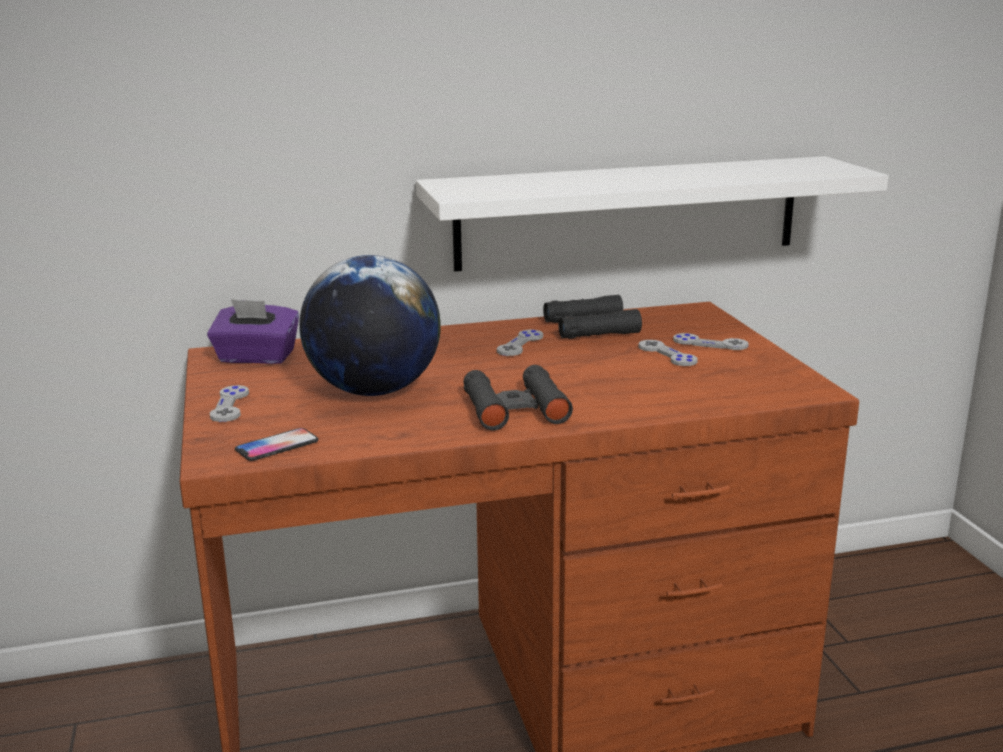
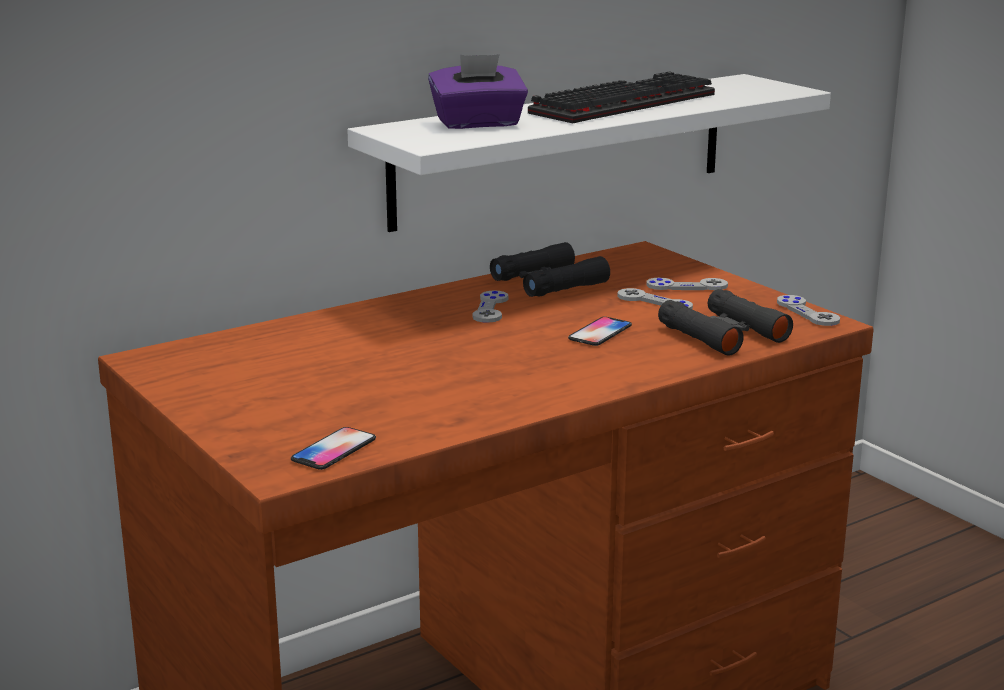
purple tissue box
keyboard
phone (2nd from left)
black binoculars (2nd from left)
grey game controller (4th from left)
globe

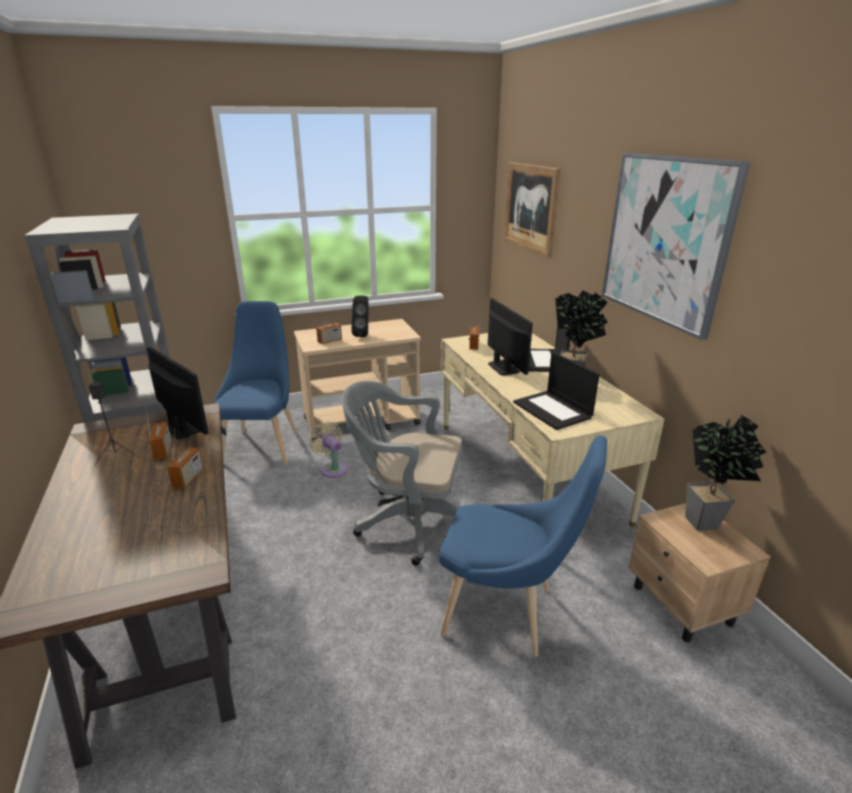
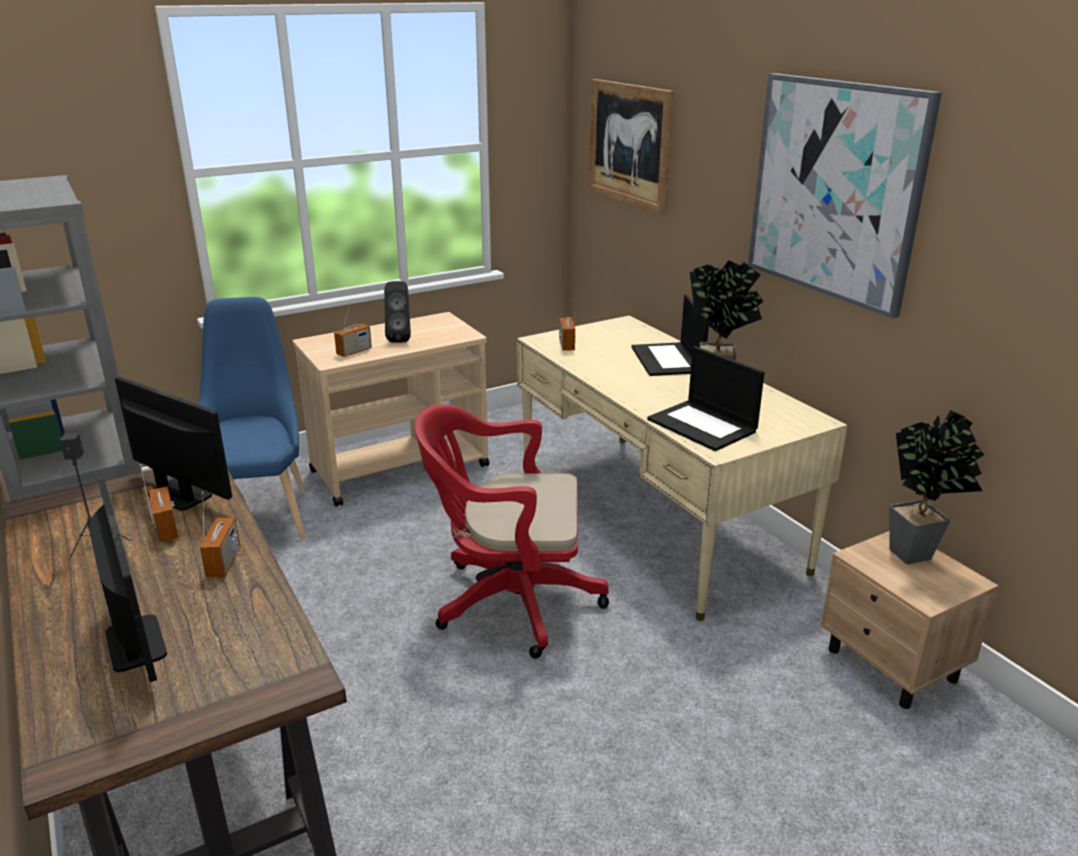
monitor (1st from left)
red office chair
beige fan
blue chair (2nd from left in the first image)

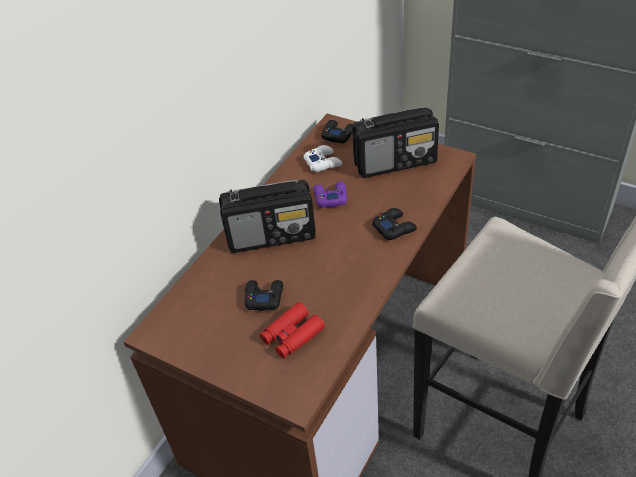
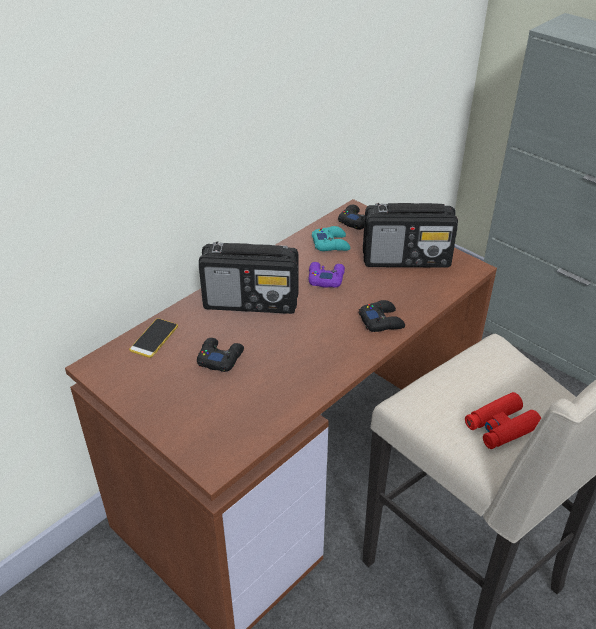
phone
turquoise game controller
red binoculars

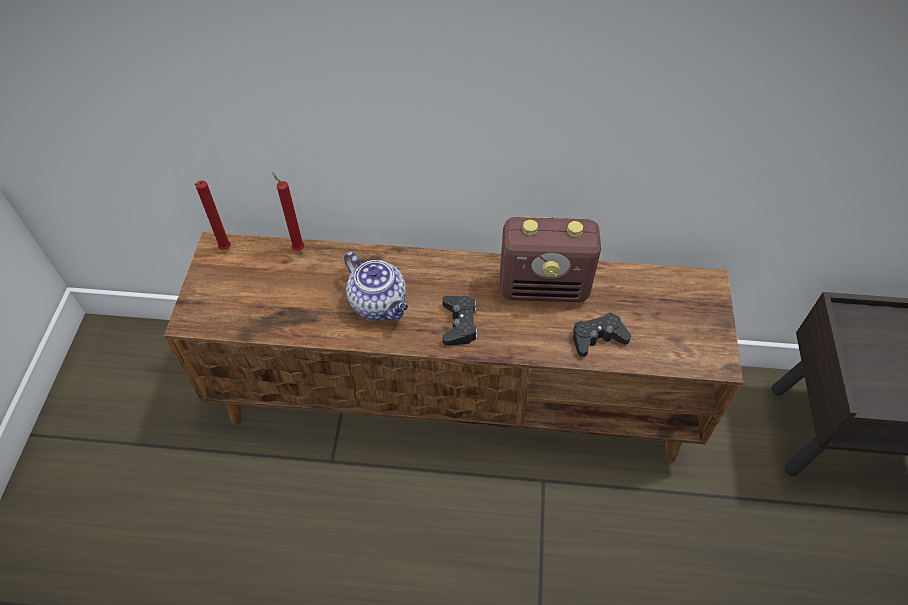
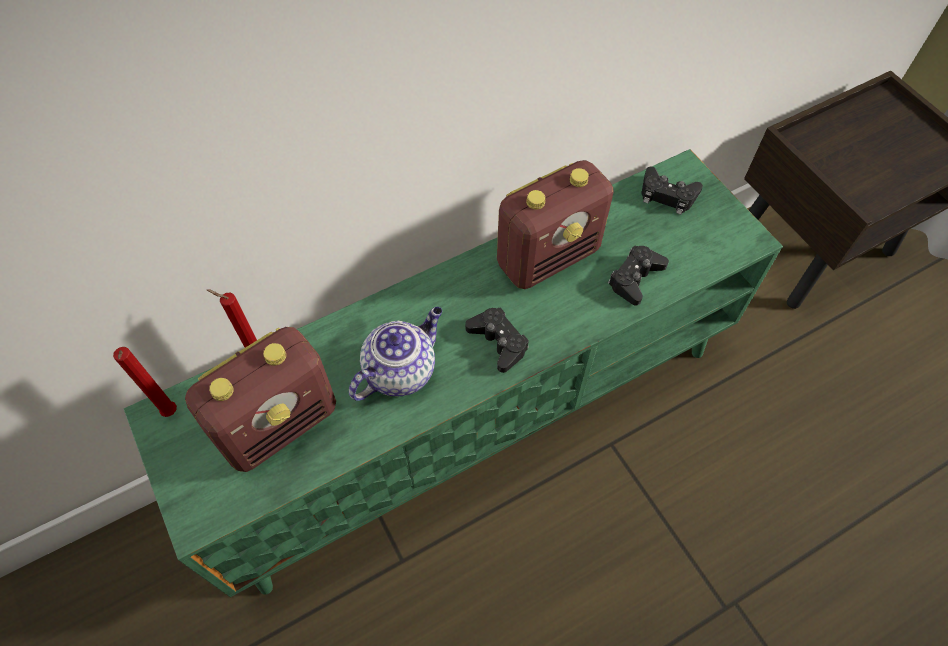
green tv stand
radio (1st from left)
teapot
black game controller (3rd from left)

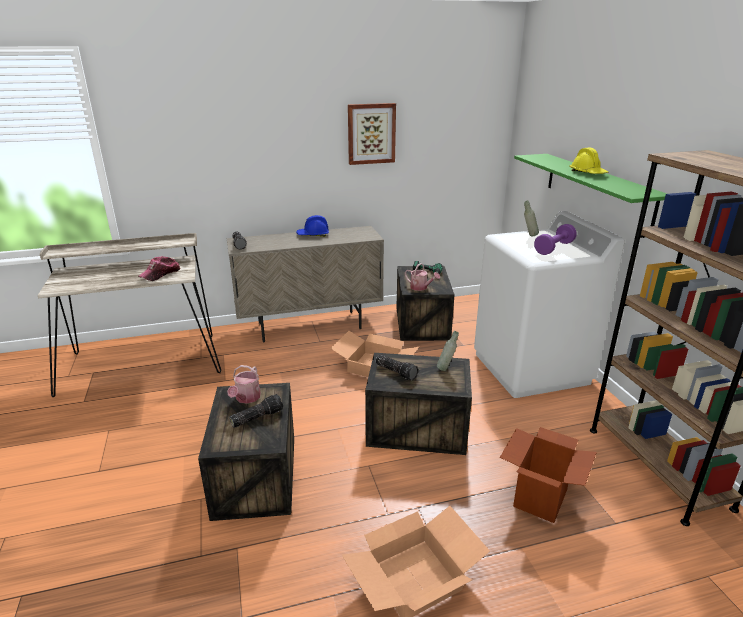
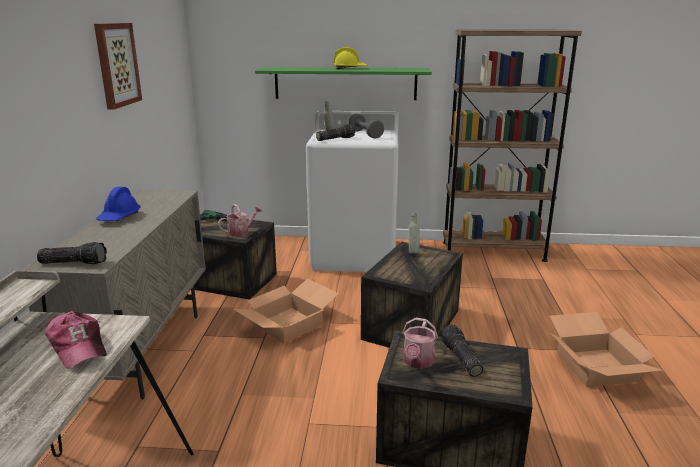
flashlight (2nd from left)
grey dumbbell
watering can (2nd from left)
cardboard box (3rd from left in the first image)

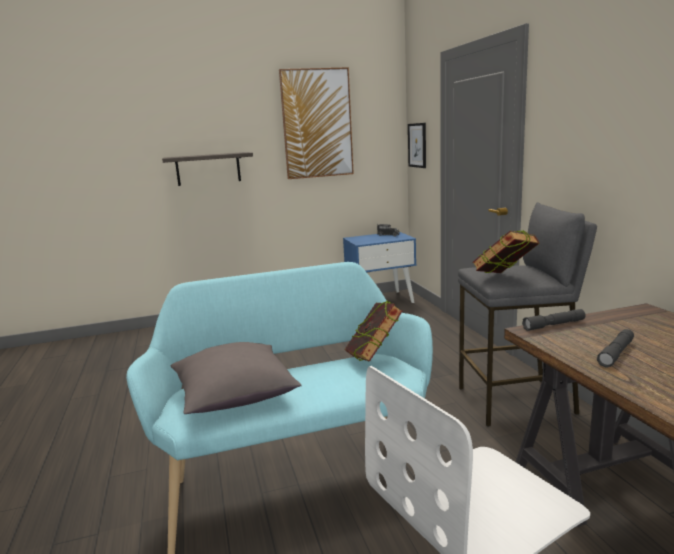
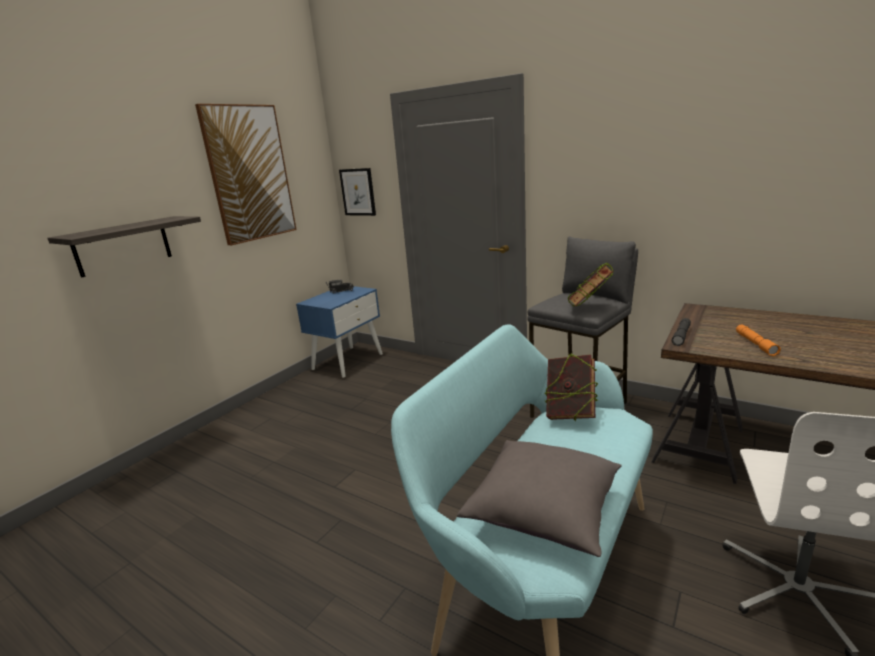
orange flashlight

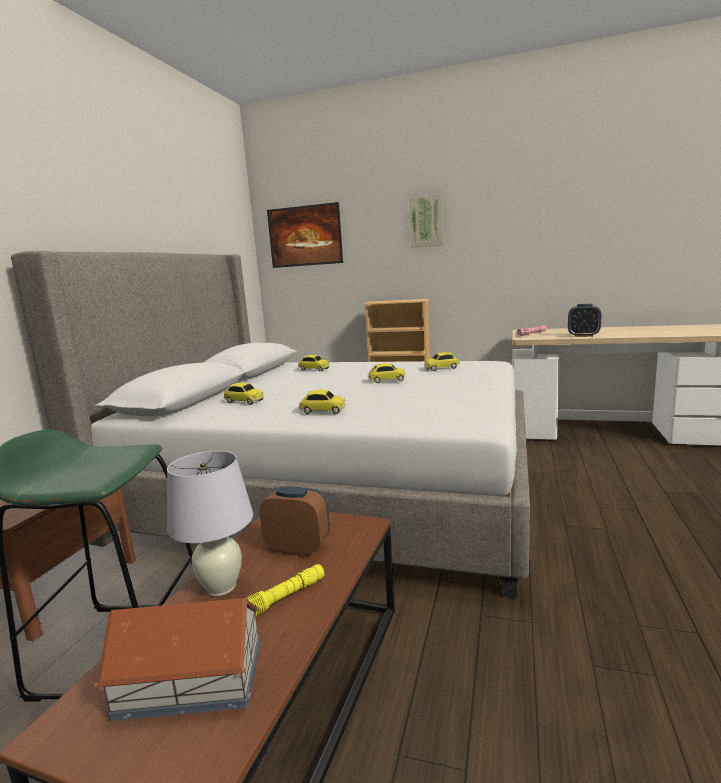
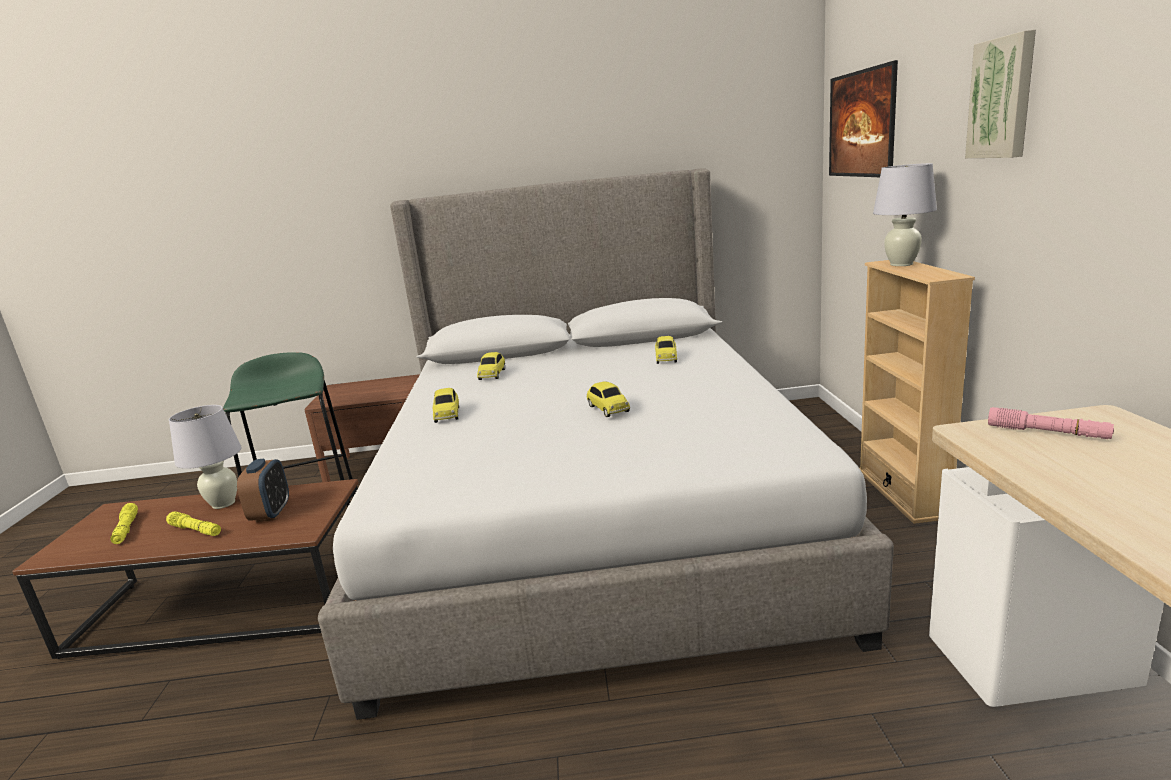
yellow flashlight (1st from left)
white table lamp (2nd from left)
toy car (5th from left in the first image)
alarm clock (2nd from left in the first image)

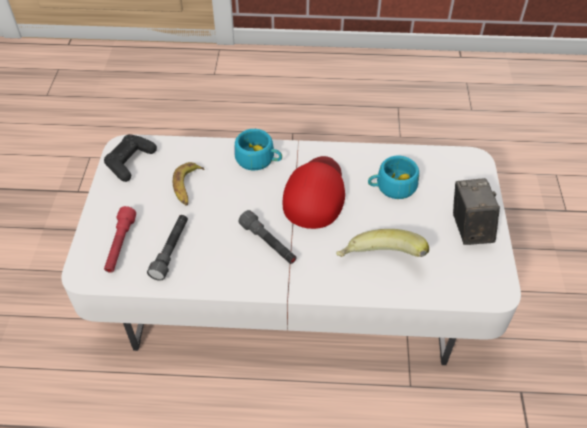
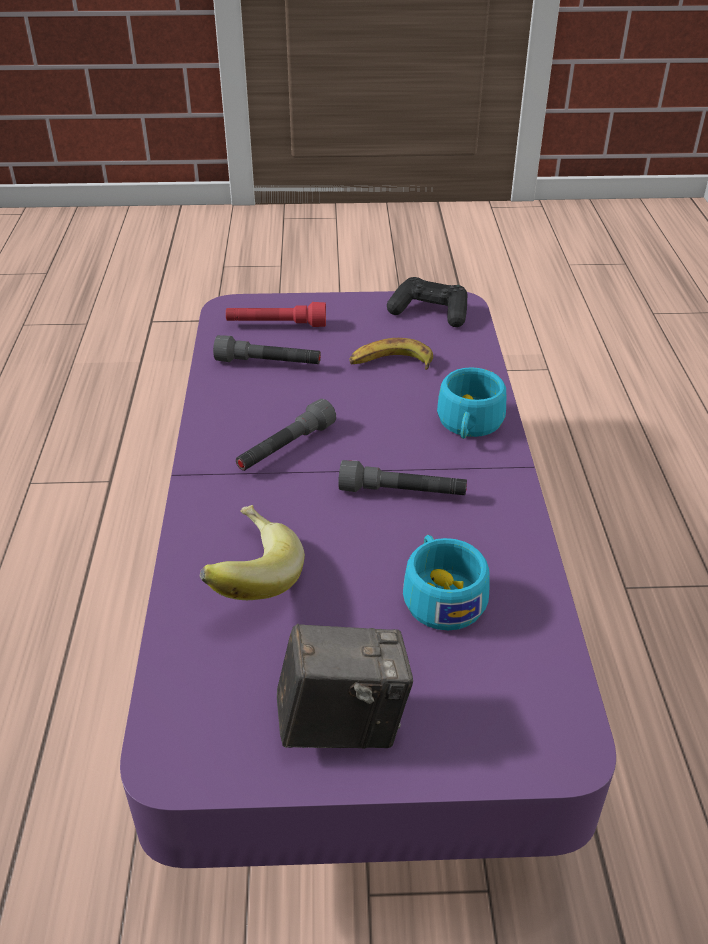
purple coffee table
grey flashlight (3rd from left)

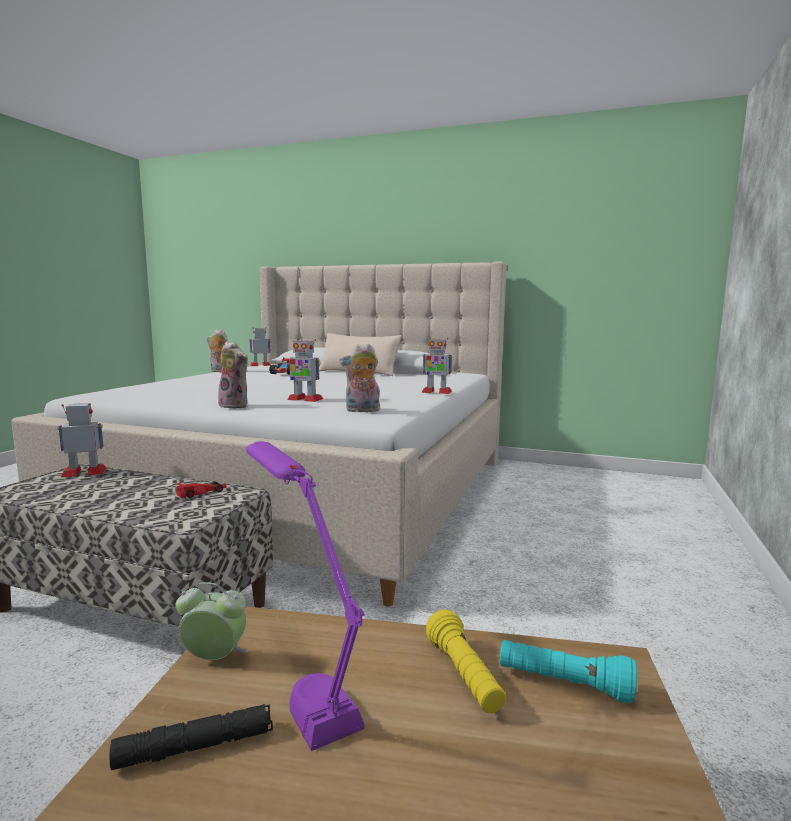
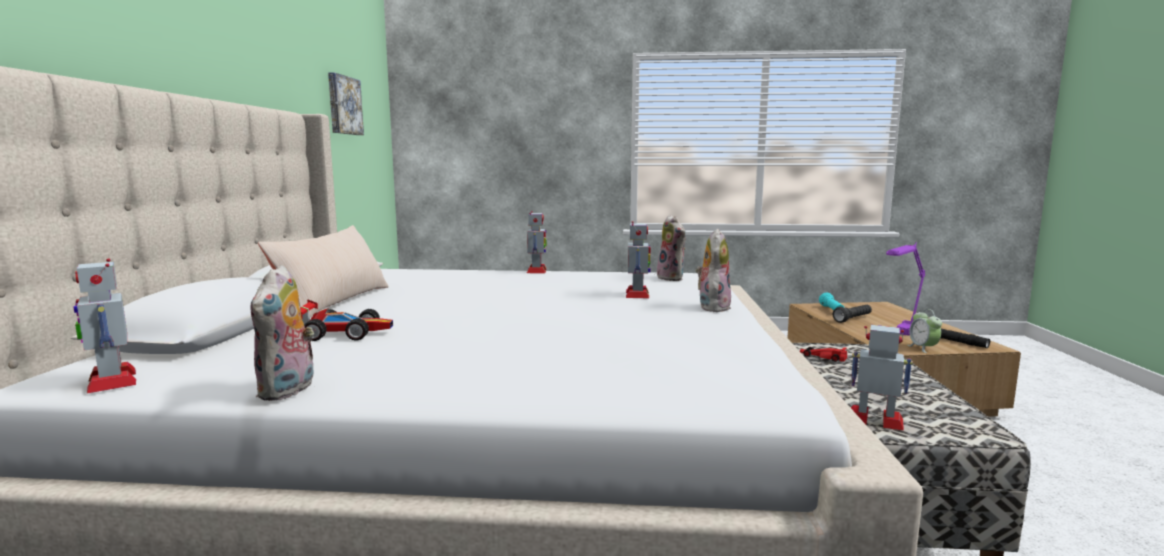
picture
black flashlight (1st from left)
toy robot (4th from left)

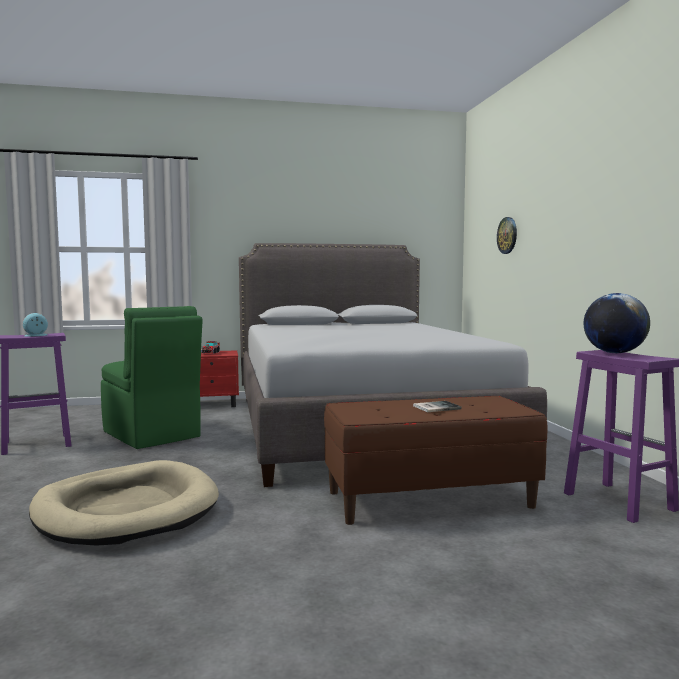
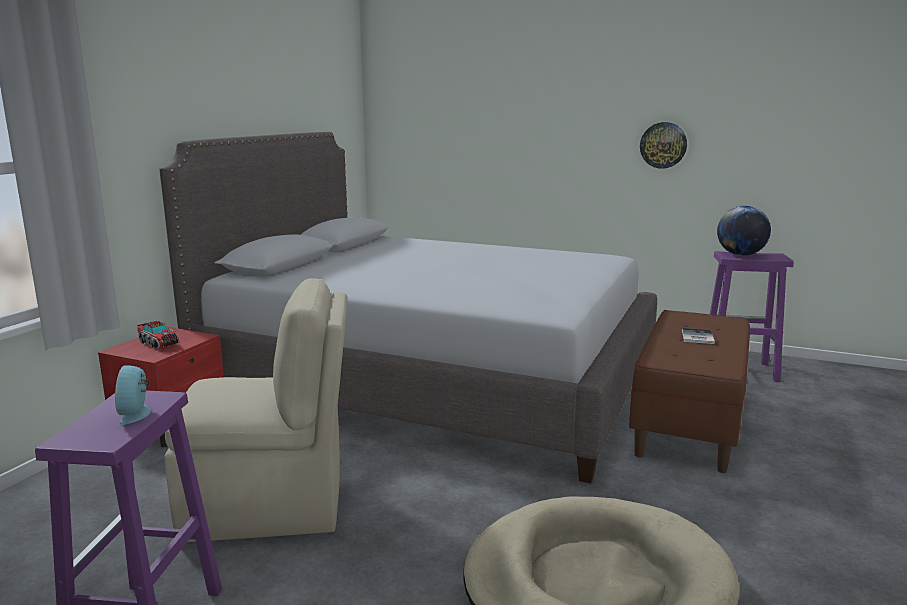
beige chair
wall clock

